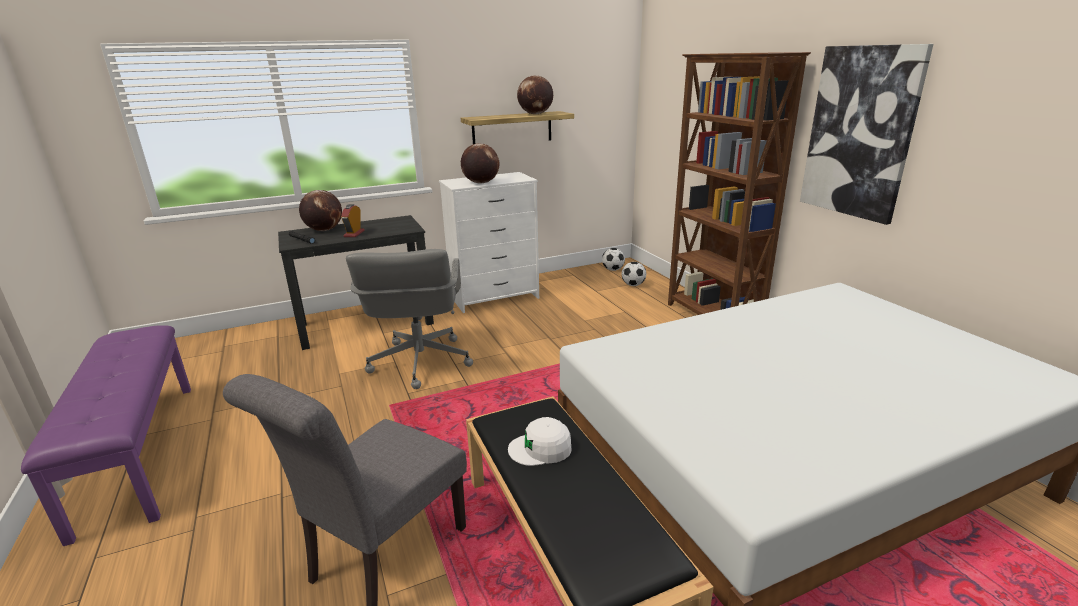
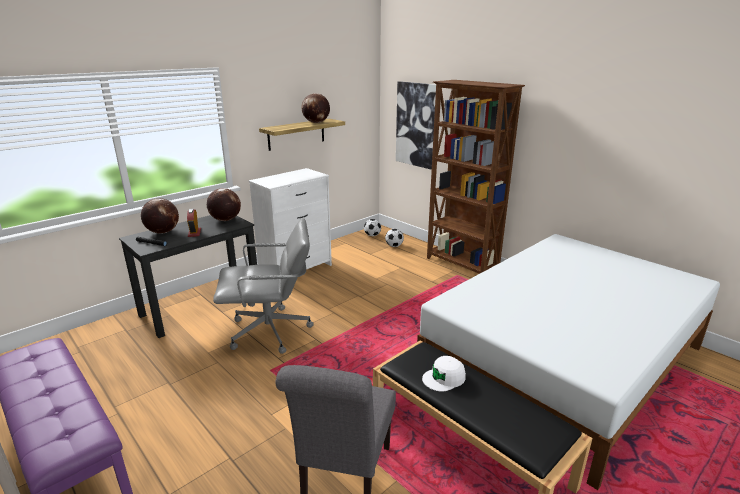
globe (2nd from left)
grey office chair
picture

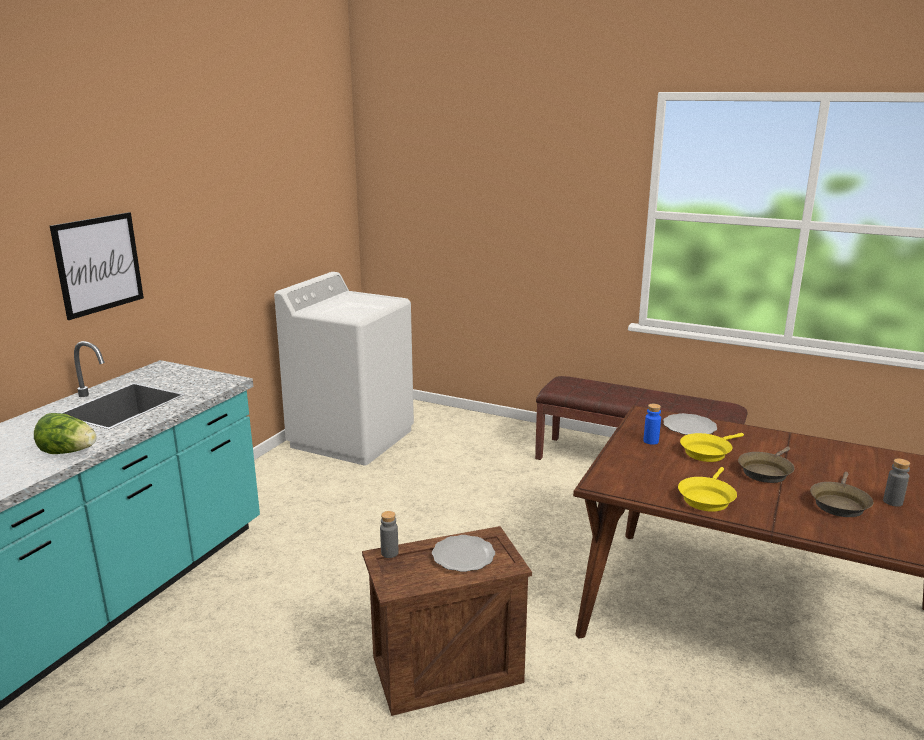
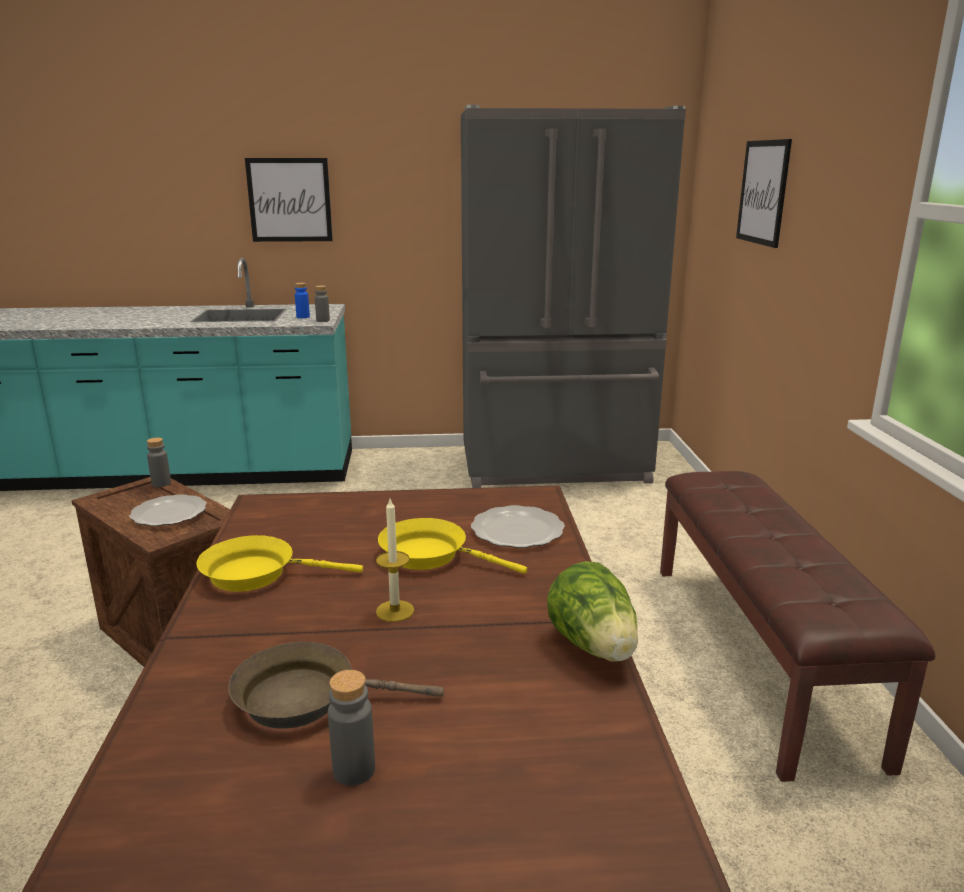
blue bottle
grey bottle (2nd from left)
candle
grey fridge
lettuce
picture (2nd from left)

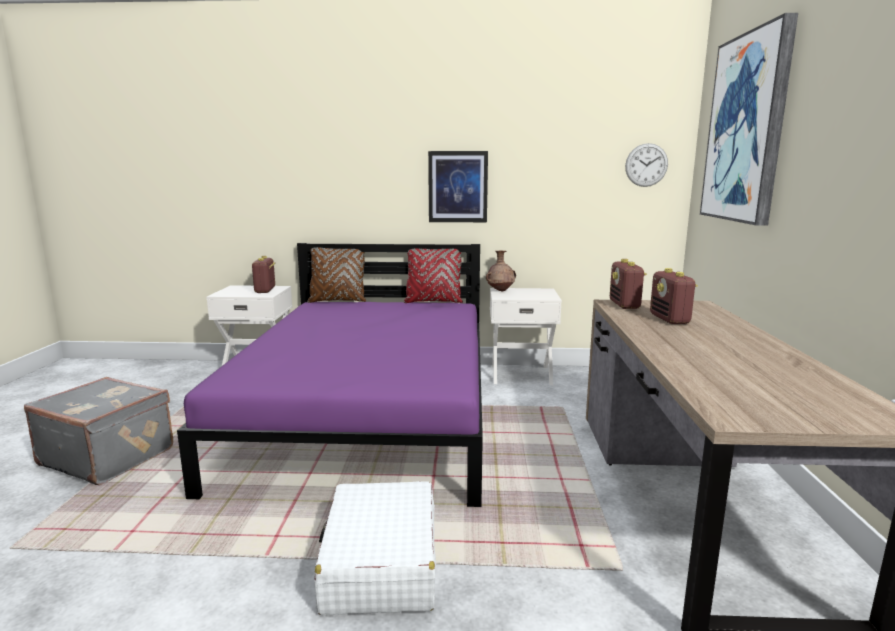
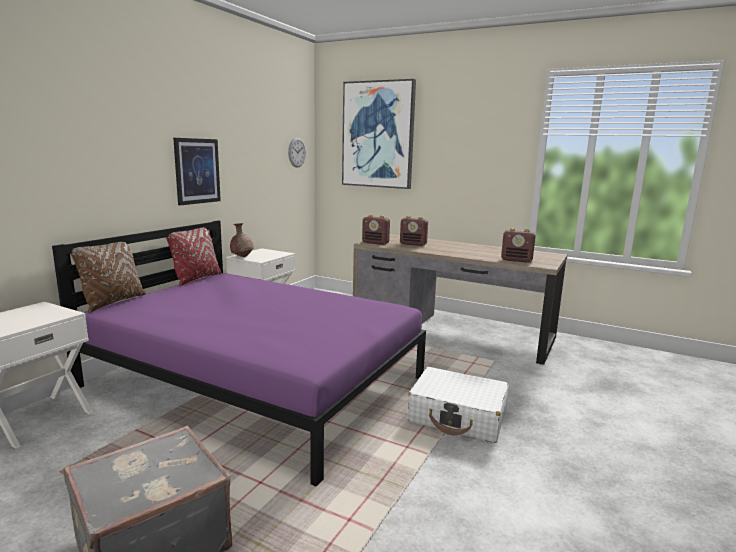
radio (3rd from left)

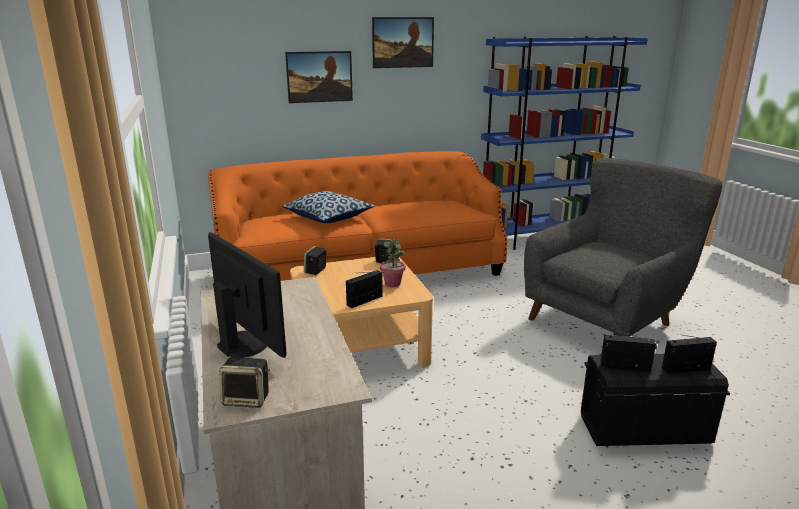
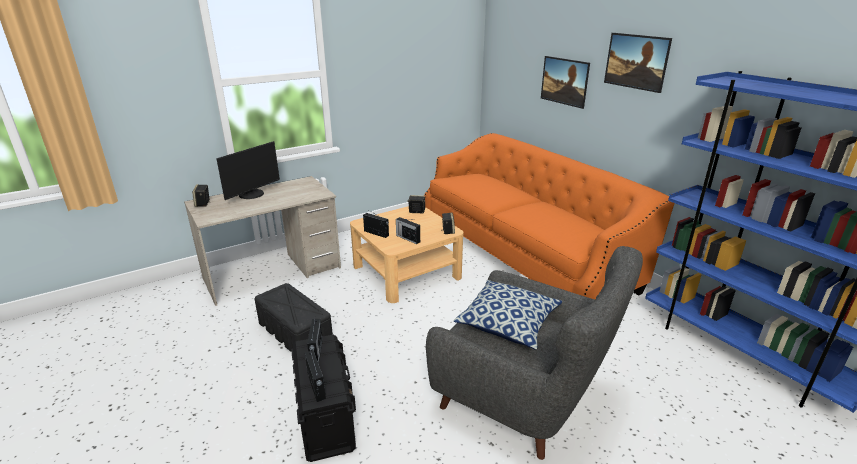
black storage box (1st from left)
radio (4th from left)
pillow

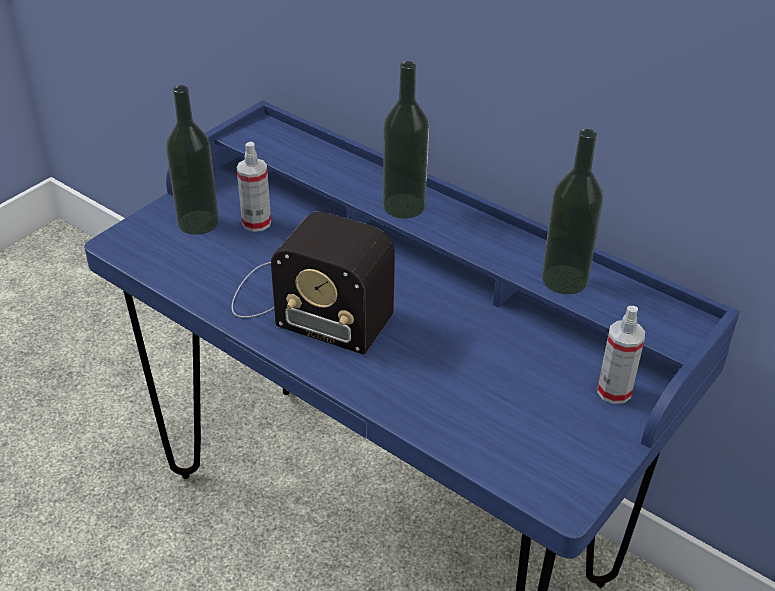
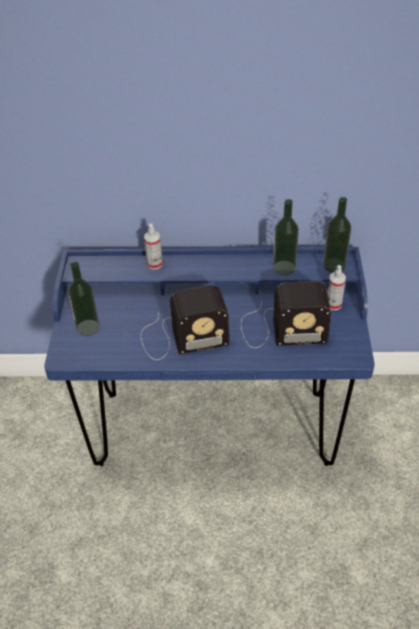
spray bottle (1st from left)
radio (2nd from left)
bottle (3rd from left)

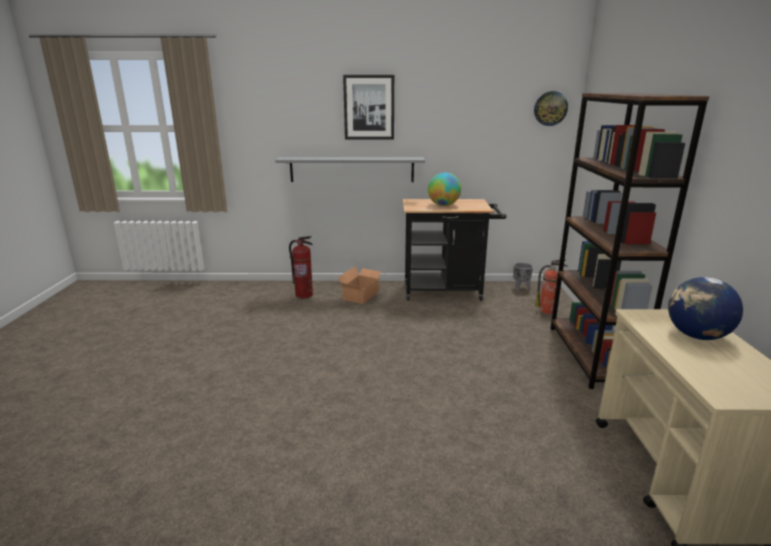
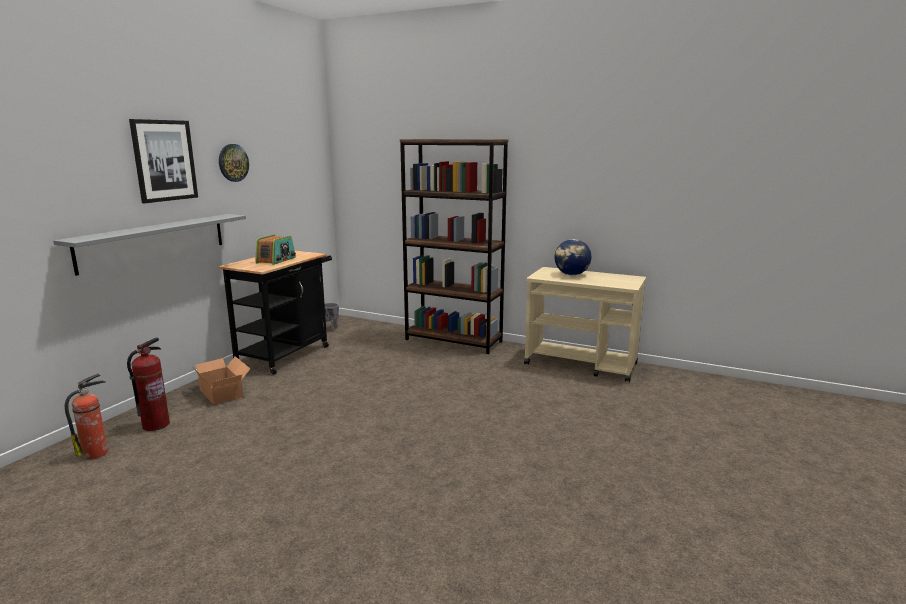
fire extinguisher (1st from left)
wall clock
radio

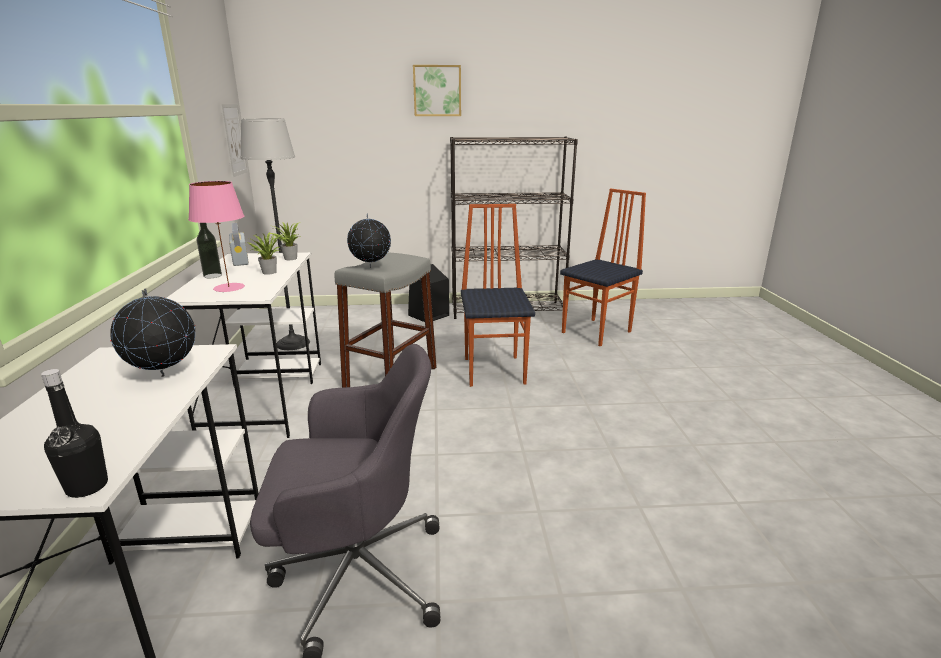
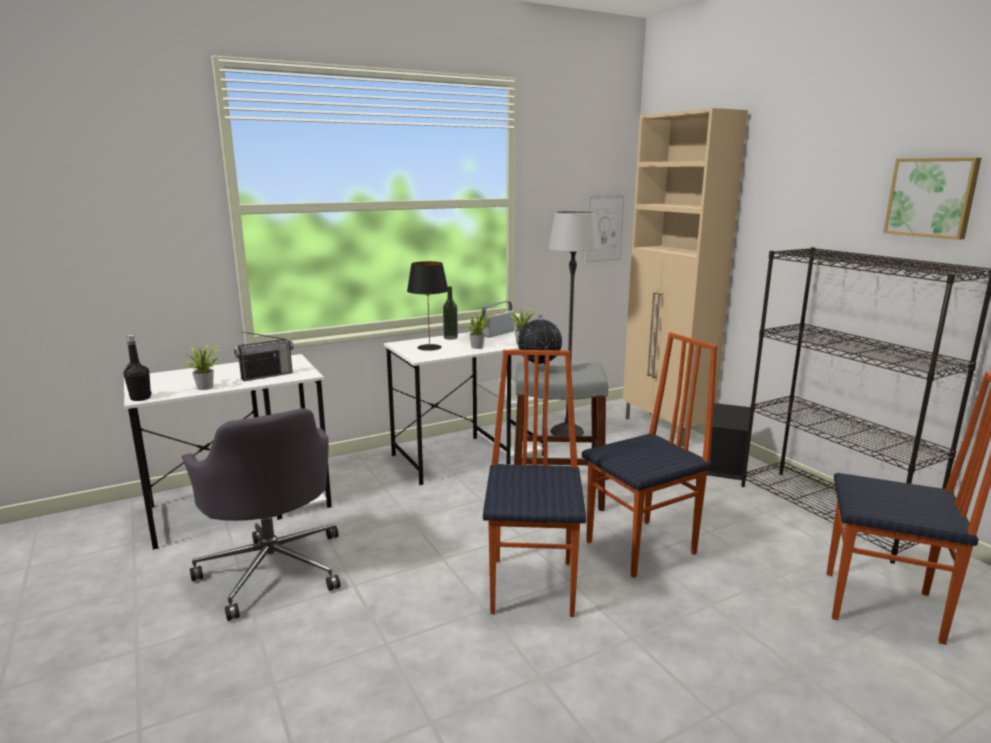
potted plant (1st from left)
radio (1st from left)
black table lamp
chair (1st from left)
beige cabinet
picture (2nd from left)

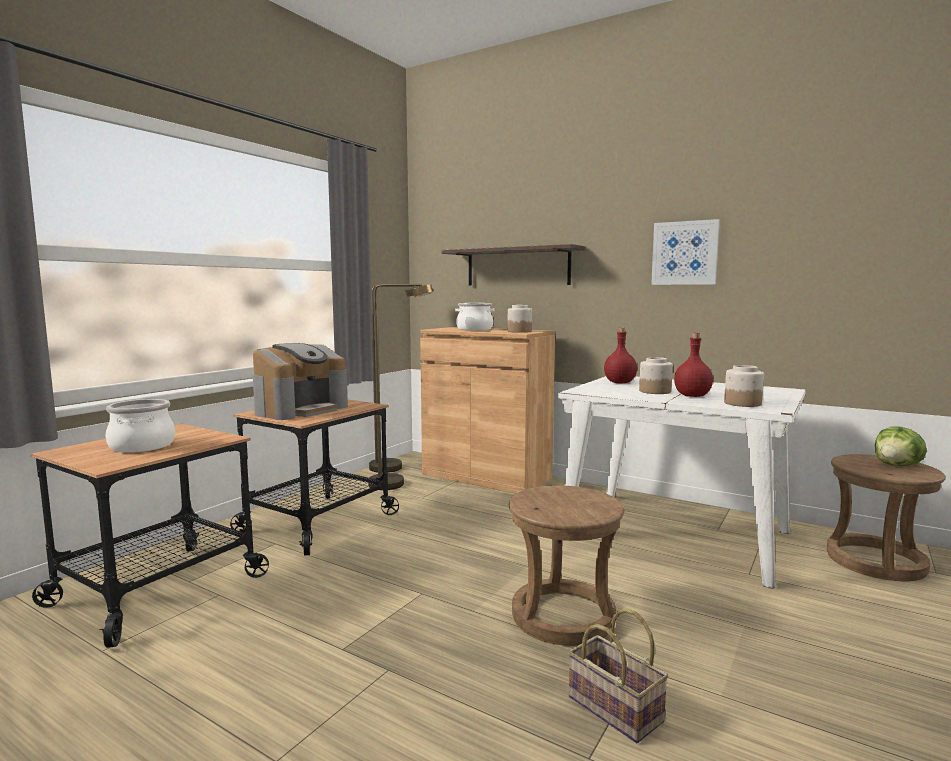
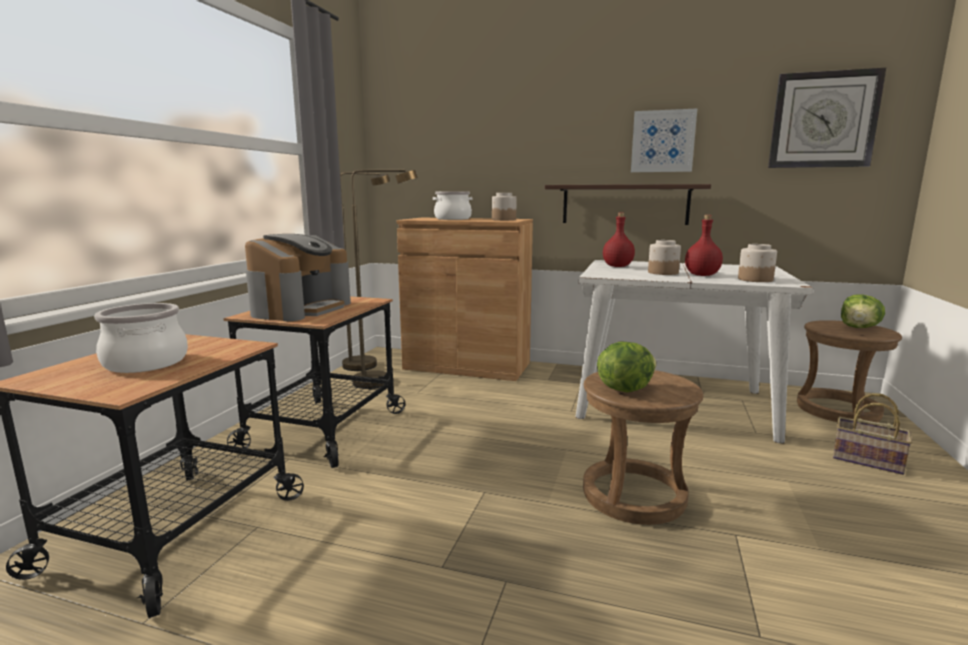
shelf
lettuce (1st from left)
wall clock
basket

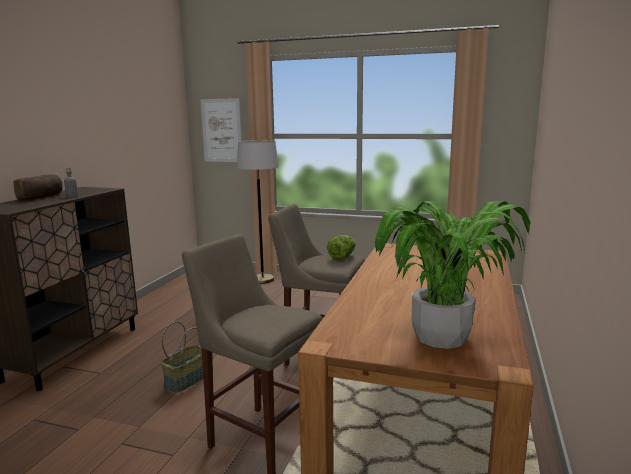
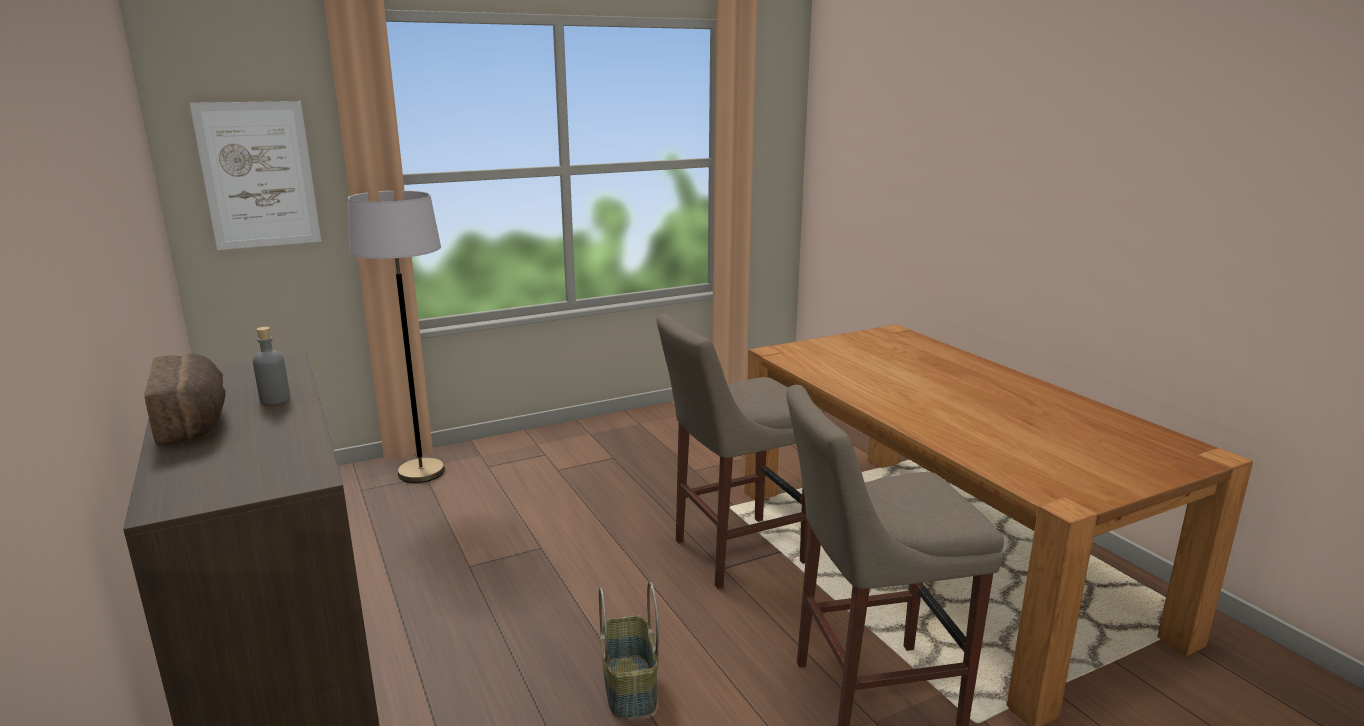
lettuce
potted plant

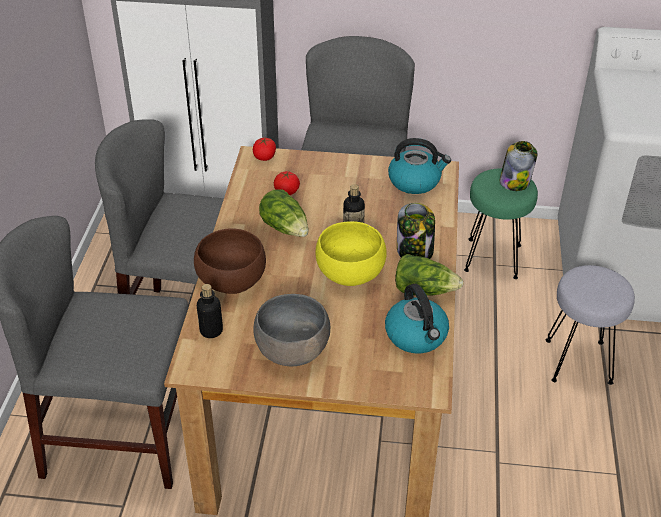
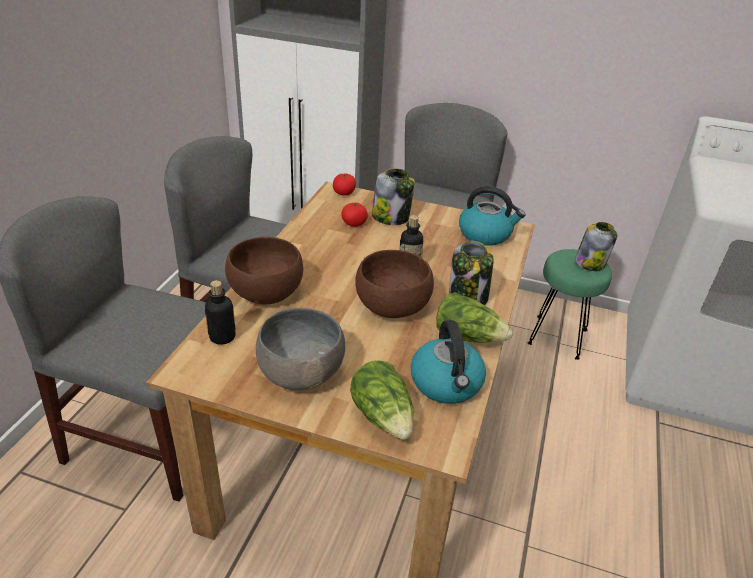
lettuce (1st from left)
brown bowl (2nd from left)
jar (1st from left)
grey stool

